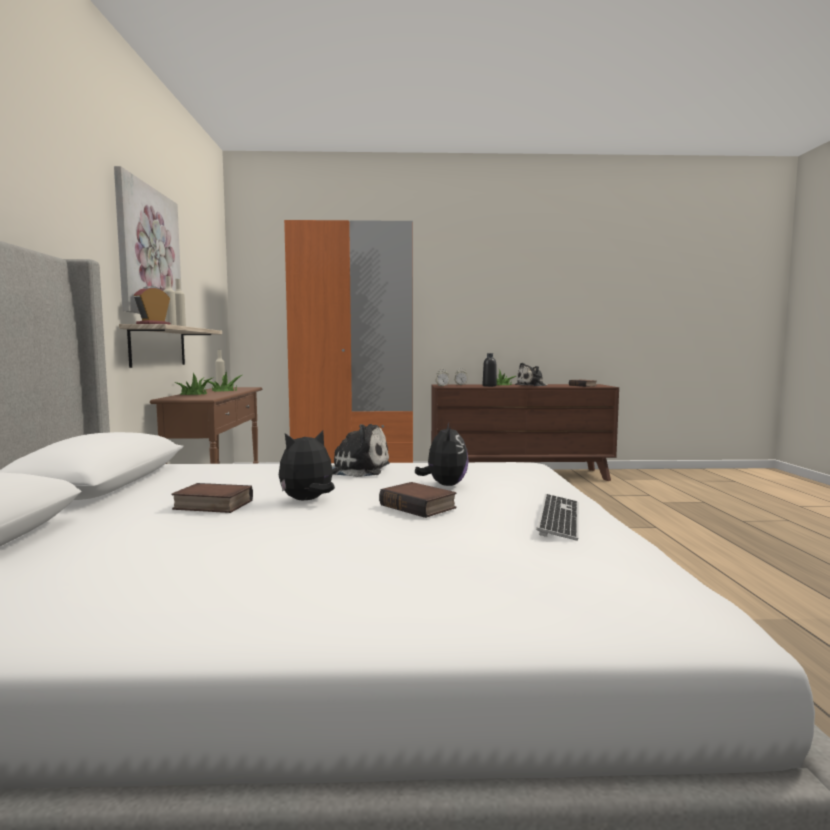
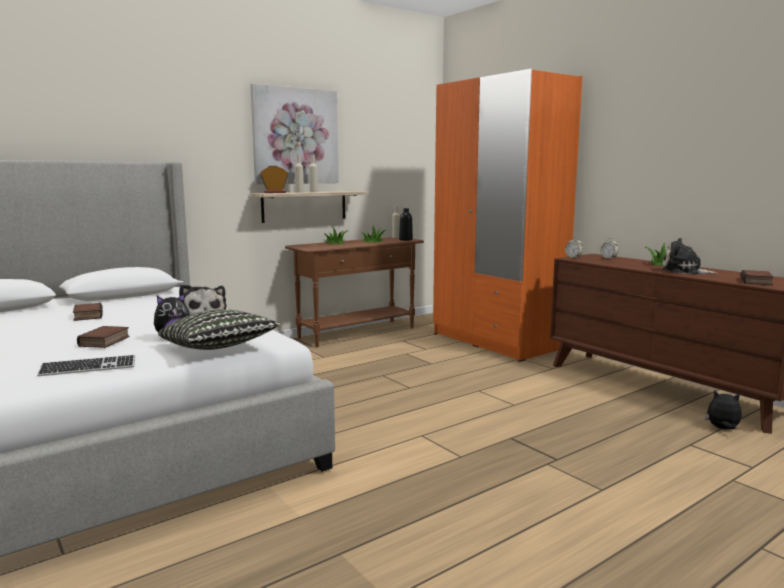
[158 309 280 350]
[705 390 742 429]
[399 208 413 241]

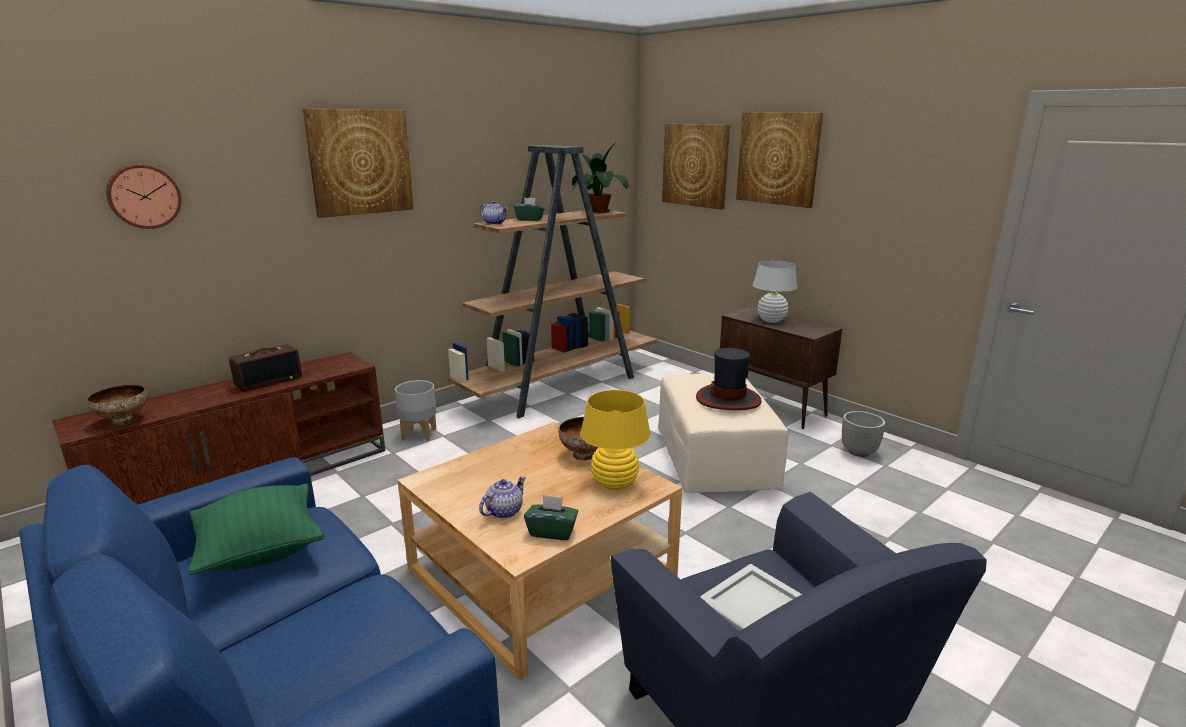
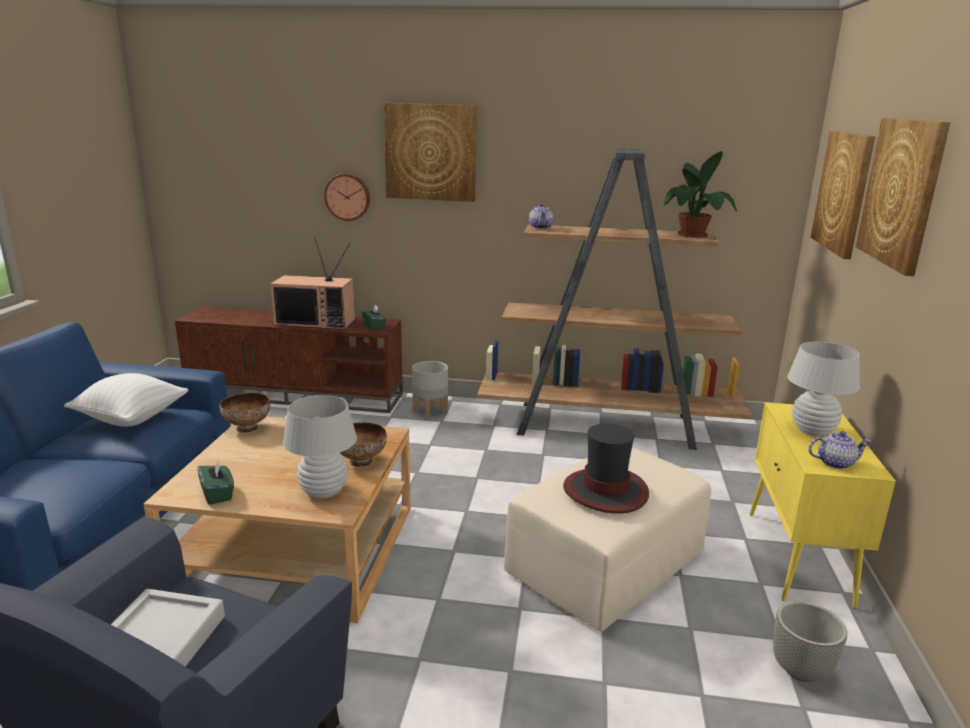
[220 393 270 433]
[324 174 370 221]
[808 431 871 469]
[362 305 387 330]
[270 237 355 330]
[64 373 189 427]
[283 395 357 499]
[750 402 896 609]

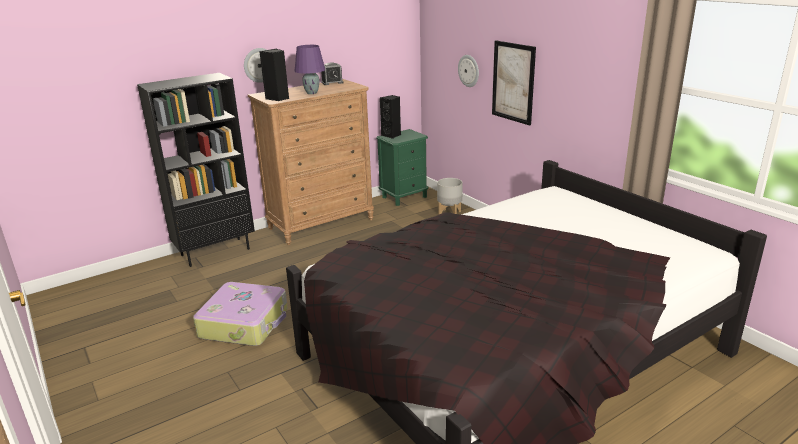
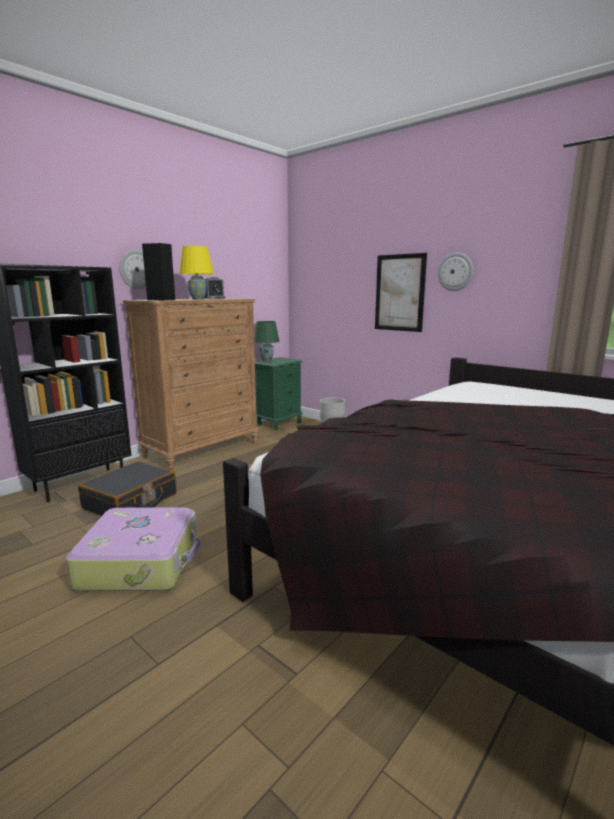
[78 461 176 516]
[438 252 473 291]
[254 321 279 361]
[179 246 214 300]

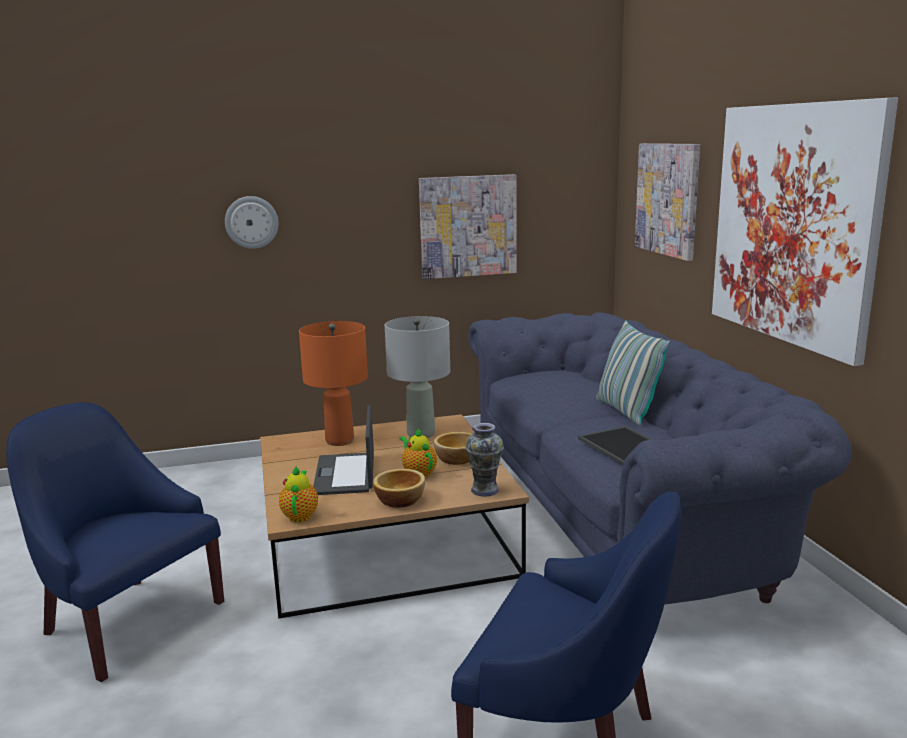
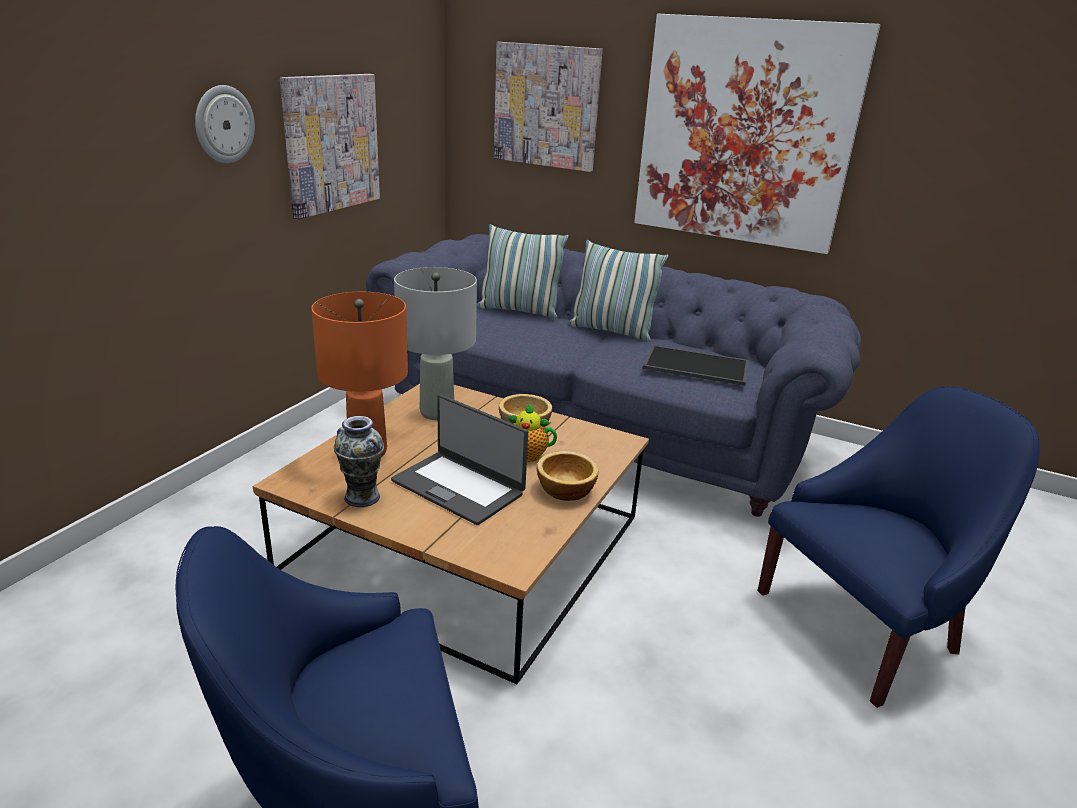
[279 466 318 522] (first image)
[477 224 569 319]
[195 85 255 163]
[334 416 384 507]

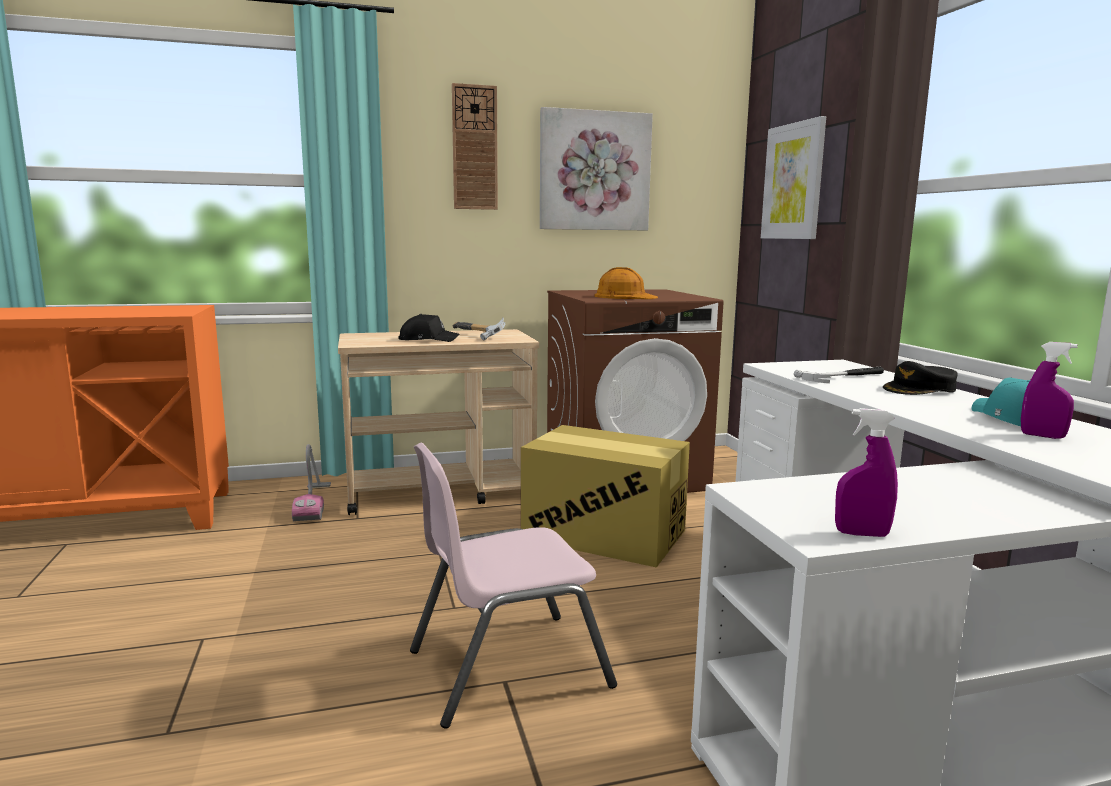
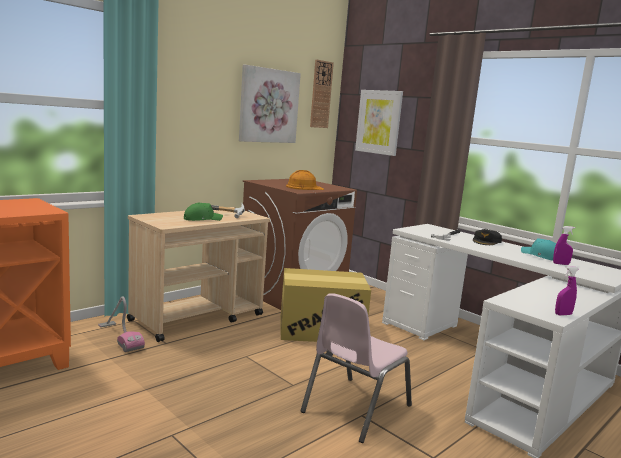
[310 59 334 128]
[184 202 223 221]

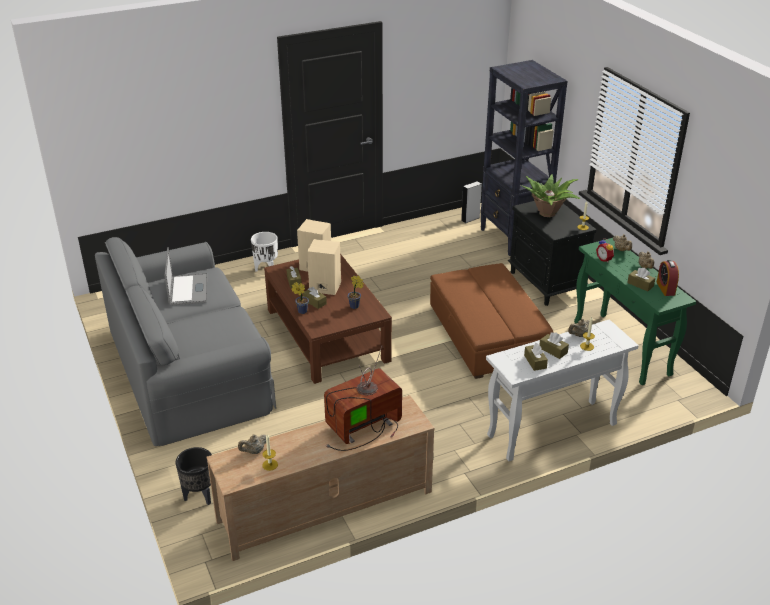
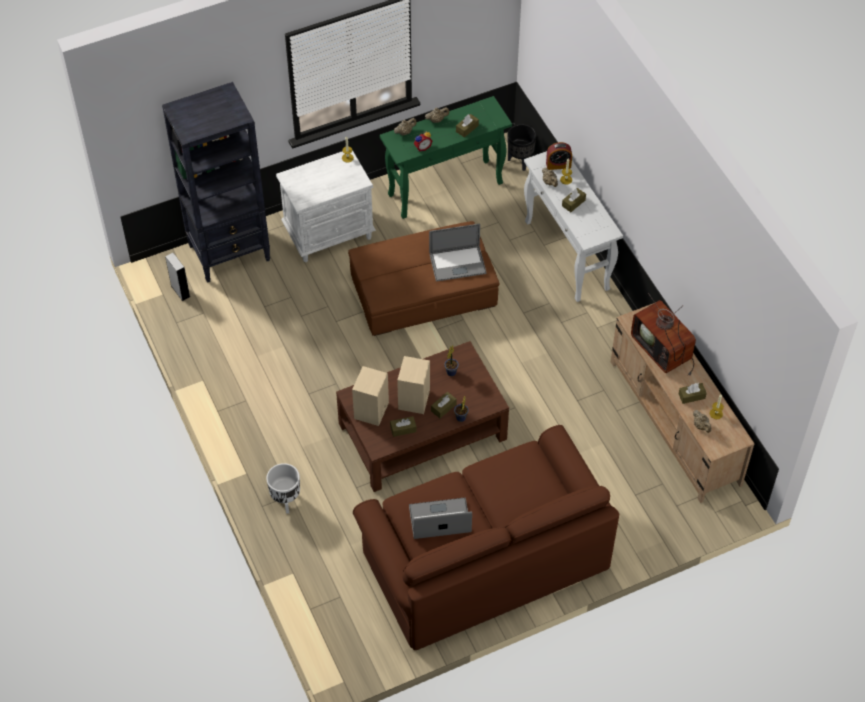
[520 174 580 217] (first image)
[429 224 486 281]
[508 124 536 171]
[679 383 707 404]
[546 142 572 170]
[353 425 619 650]
[276 150 376 262]

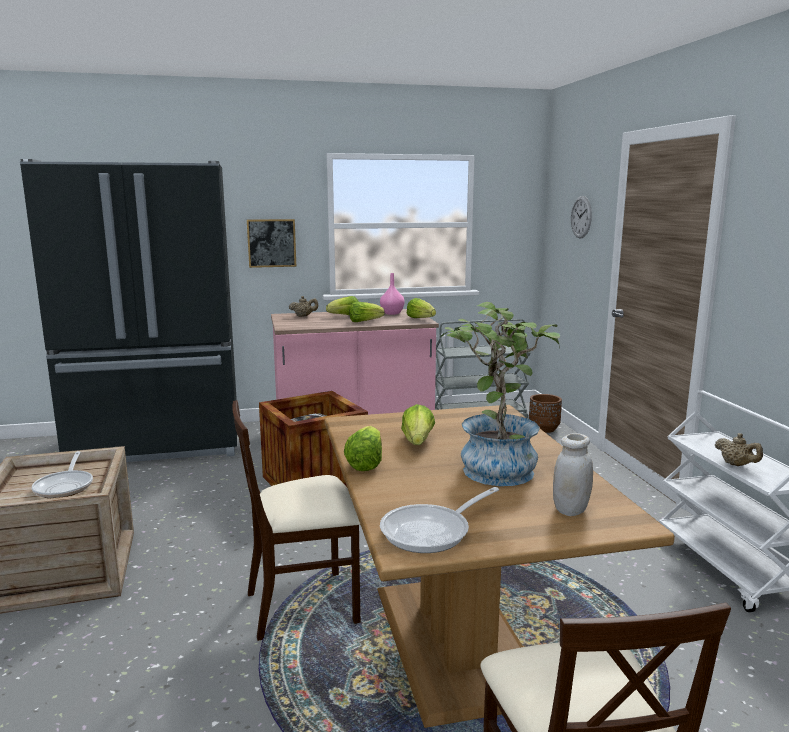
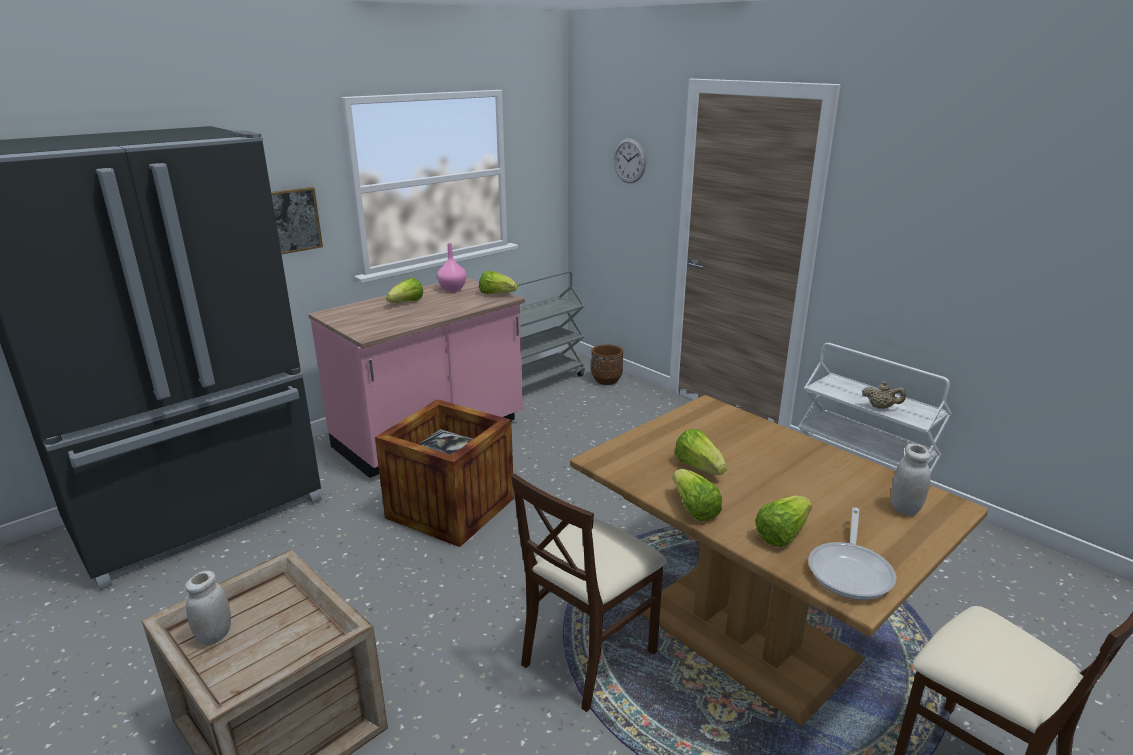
[32 451 93 498] (first image)
[289 296 318 317] (first image)
[441 302 560 486] (first image)
[185 571 231 645]
[755 496 812 547]

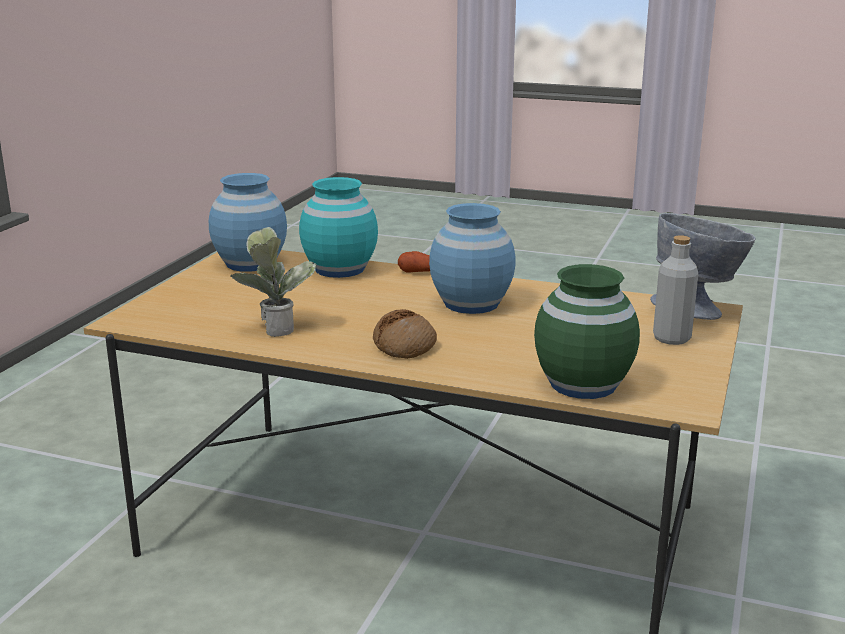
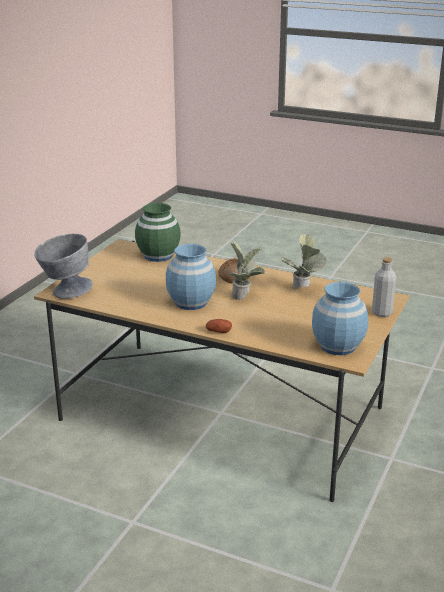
[299 177 378 278] (first image)
[229 242 265 300]
[372 257 396 317]

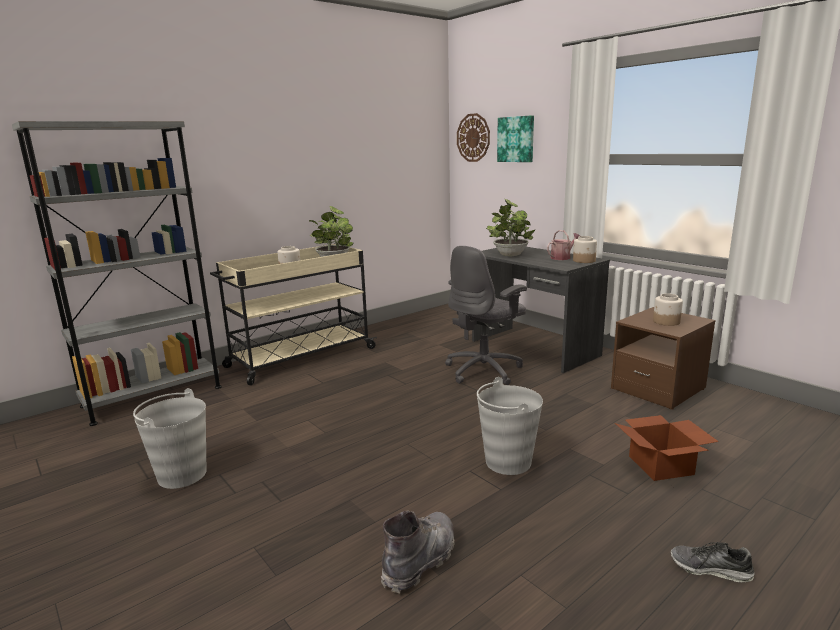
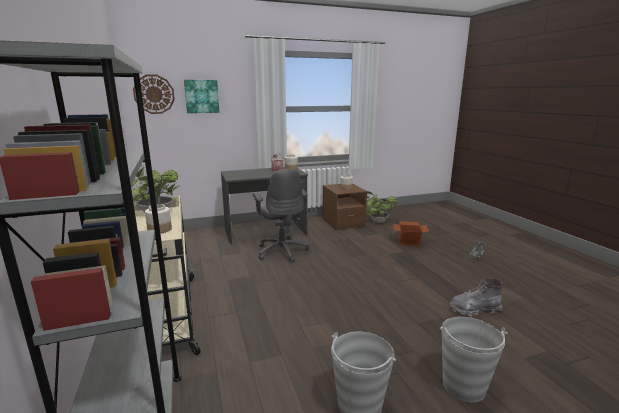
[440 317 508 403]
[366 191 398 223]
[450 278 503 316]

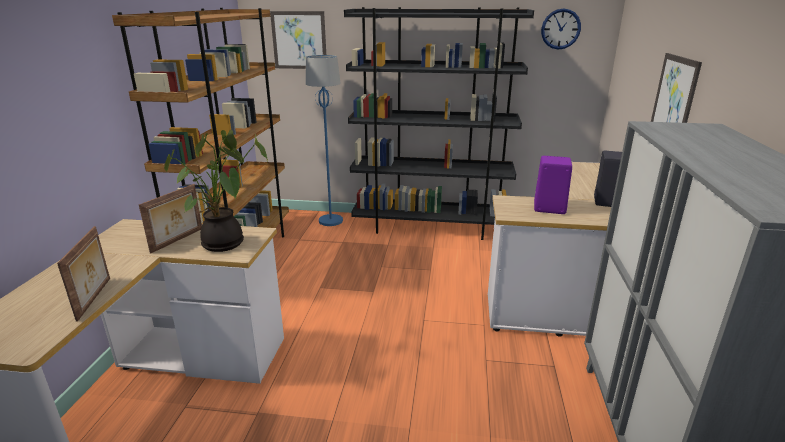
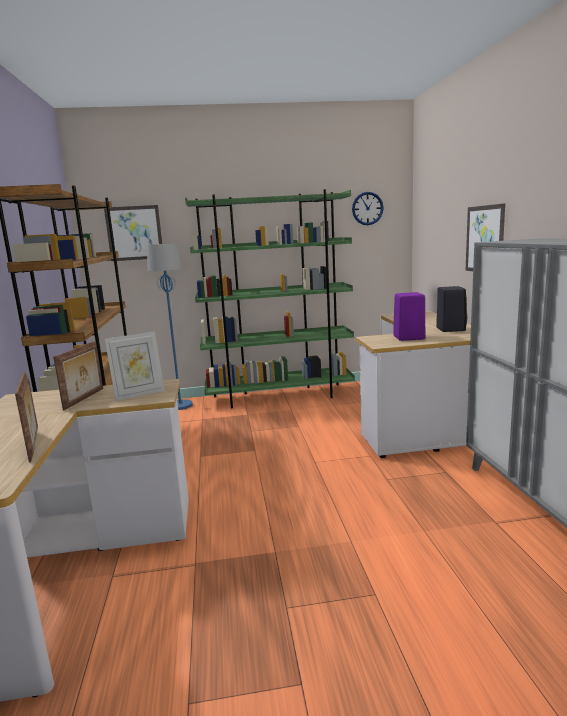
[105 331 165 401]
[185 189 355 408]

